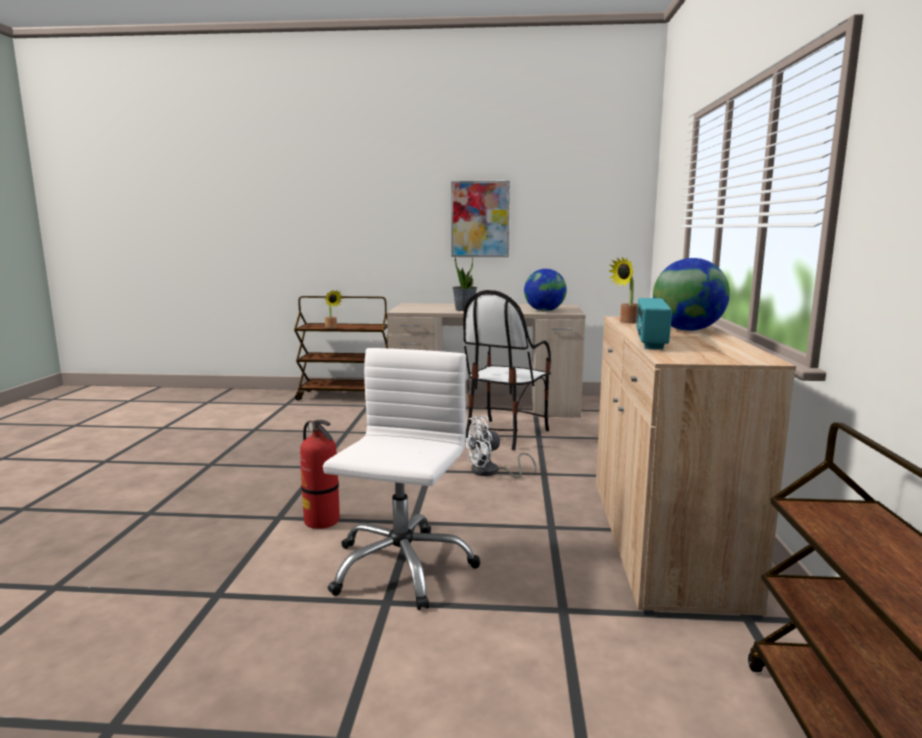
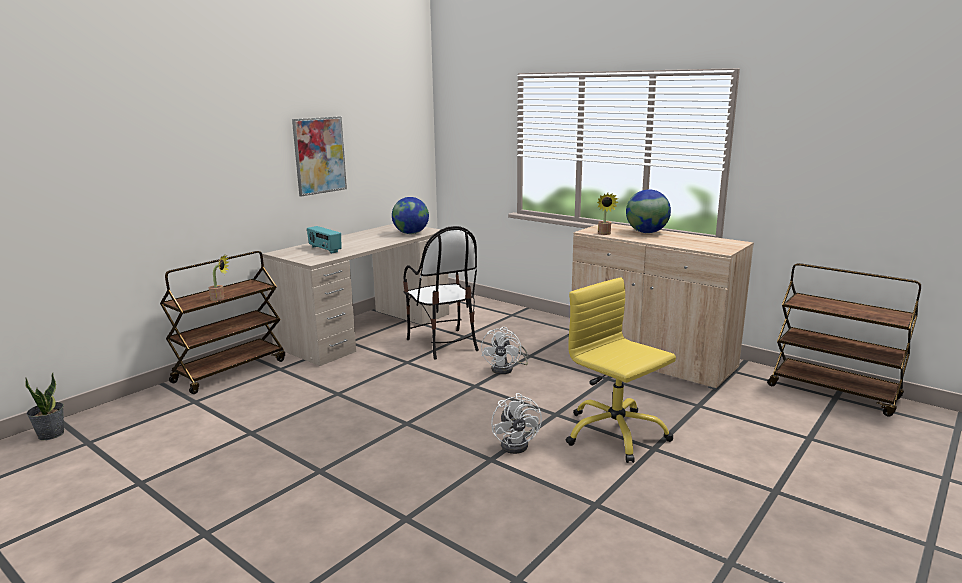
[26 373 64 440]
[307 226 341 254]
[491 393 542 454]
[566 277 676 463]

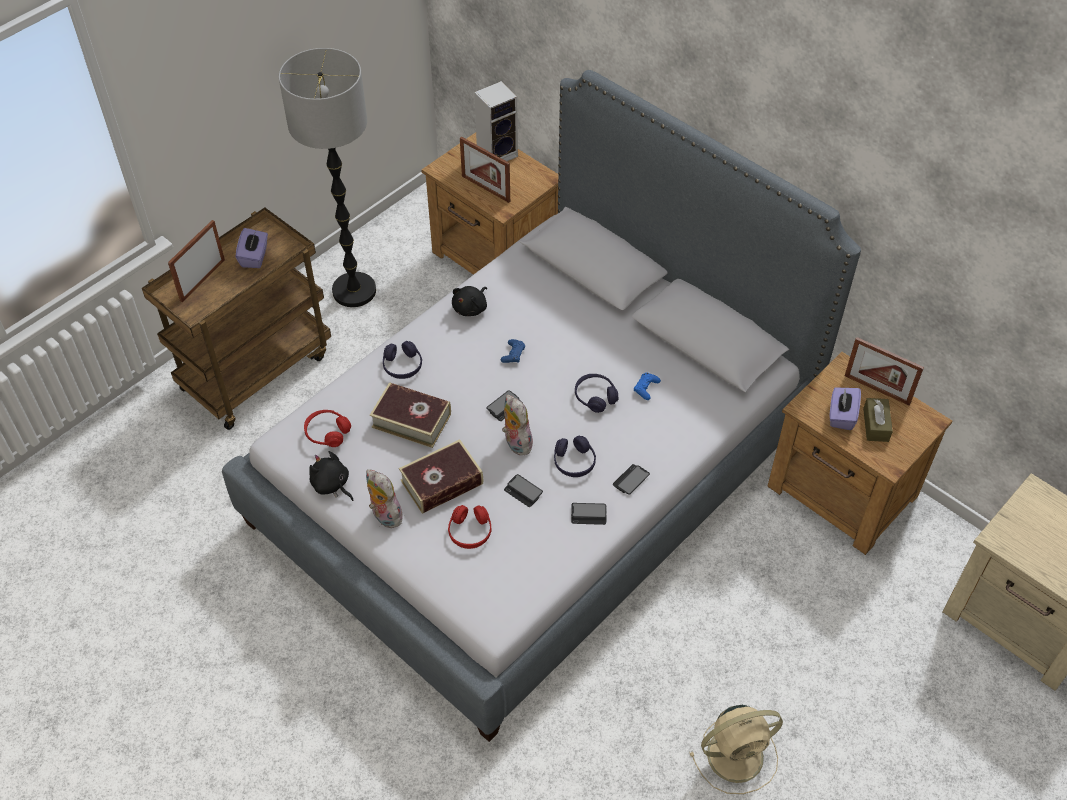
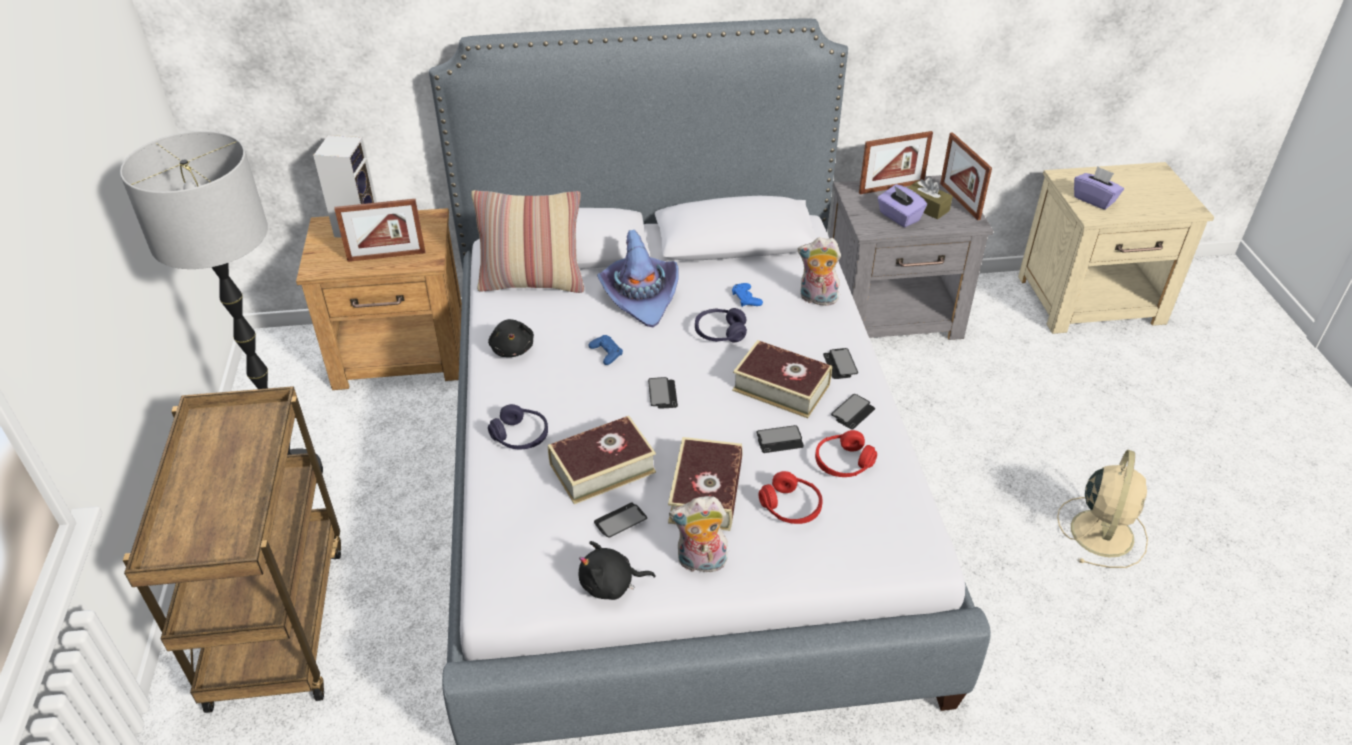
[471 190 584 293]
[594 503 647 538]
[597 230 679 327]
[940 132 992 220]
[1074 166 1124 210]
[815 430 877 477]
[798 237 841 308]
[732 340 832 418]
[830 175 993 340]

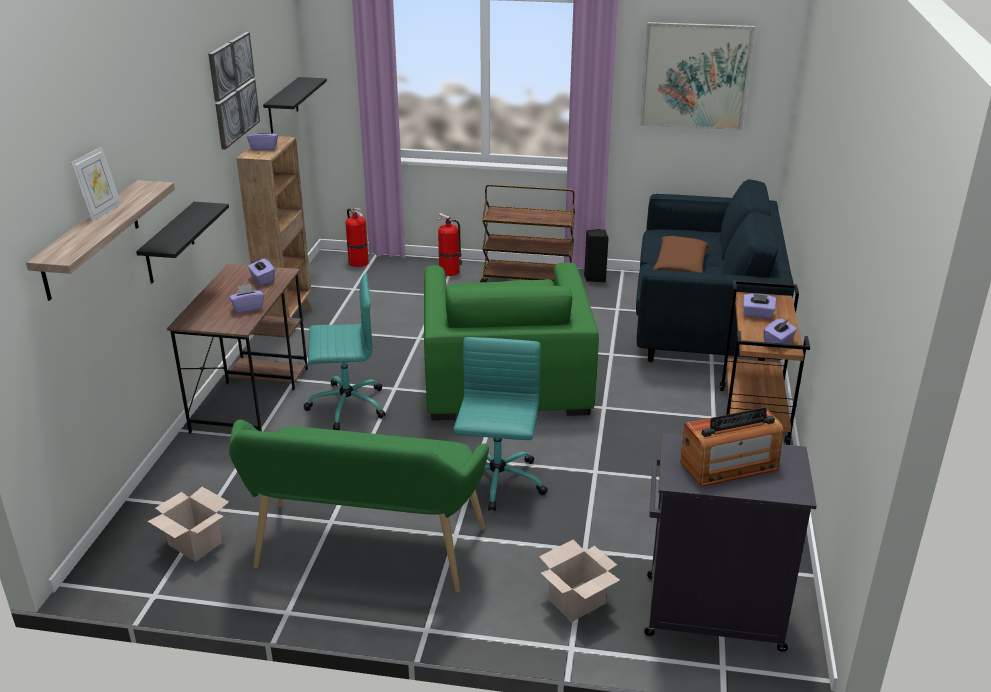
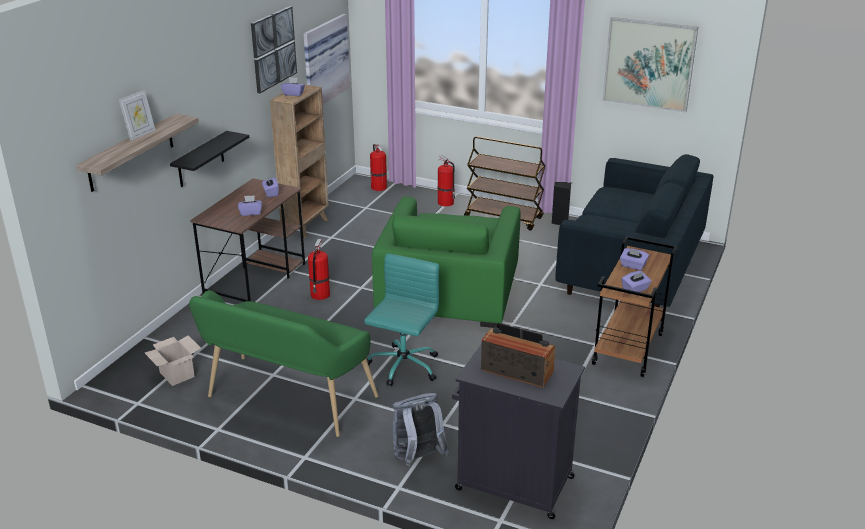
[653 236 709 273] (first image)
[303 14 350 104]
[308 239 330 300]
[392 393 449 466]
[481 324 555 387]

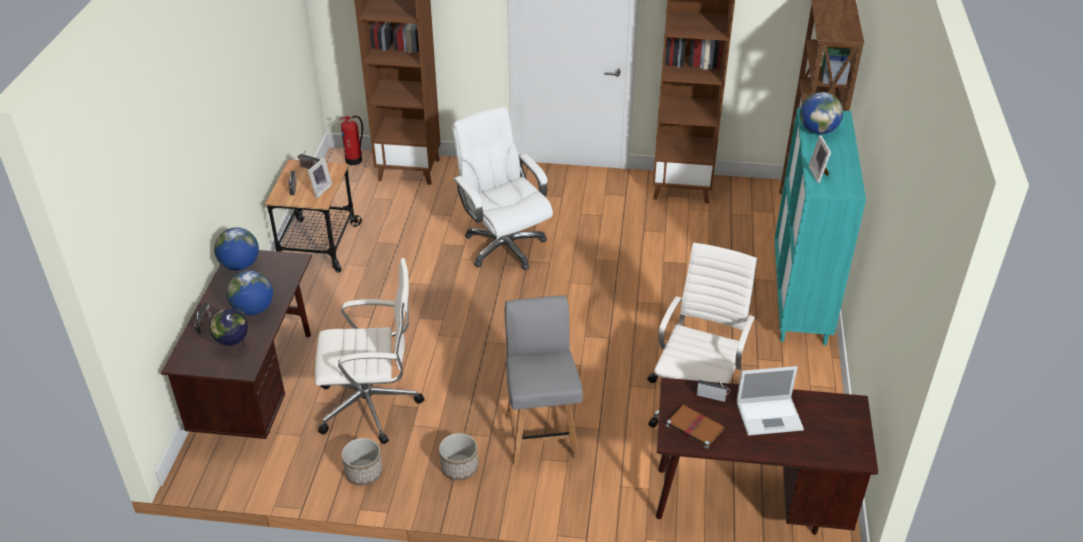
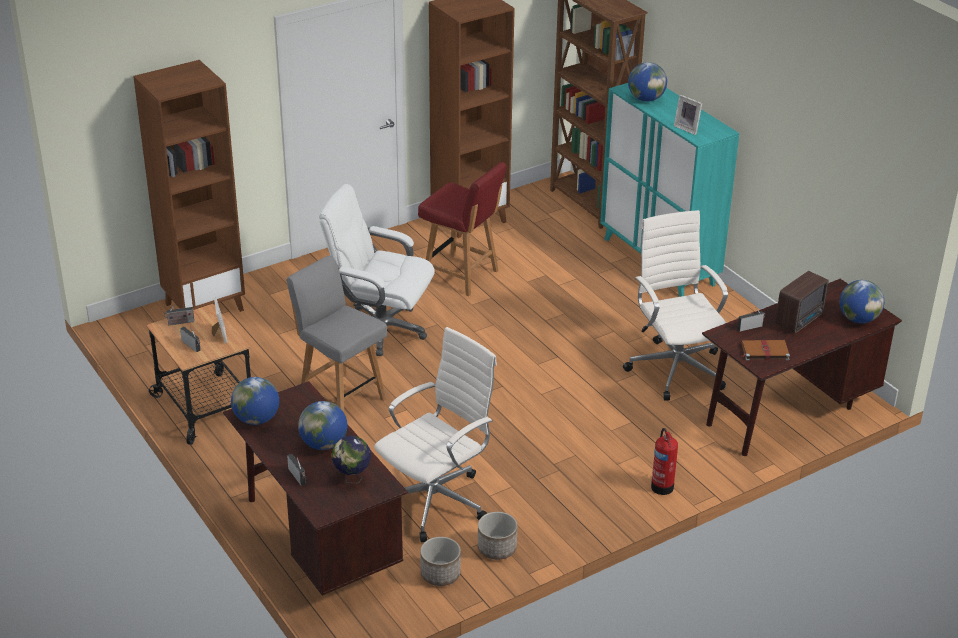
[418 162 507 296]
[839 280 884 323]
[651 428 678 495]
[420 537 461 586]
[286 255 387 412]
[775 271 829 333]

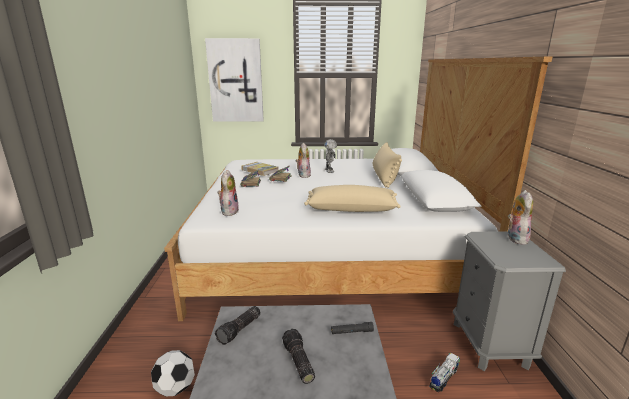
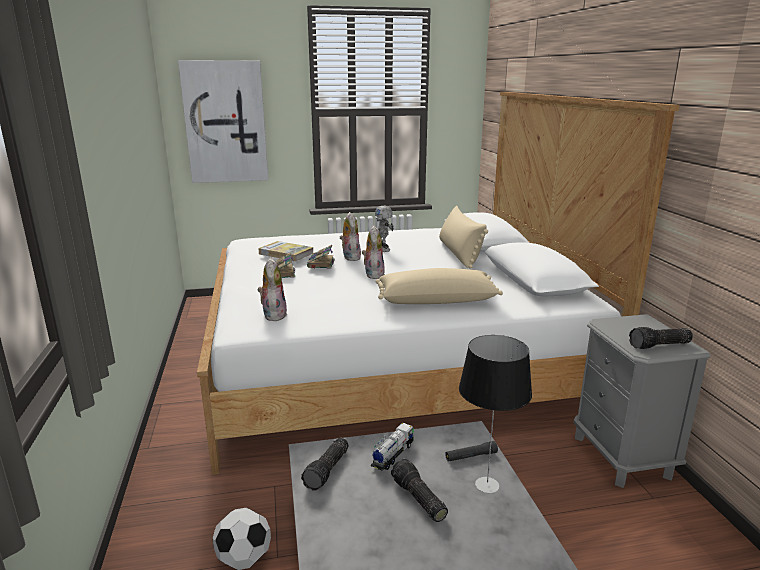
[459 335 532 493]
[629 327 693 349]
[371 423 414 471]
[362 226 385 279]

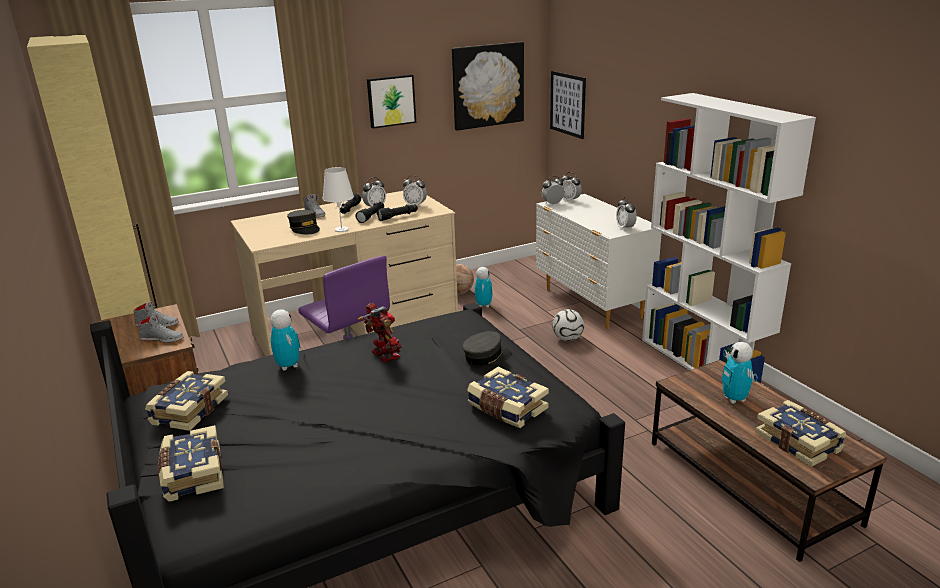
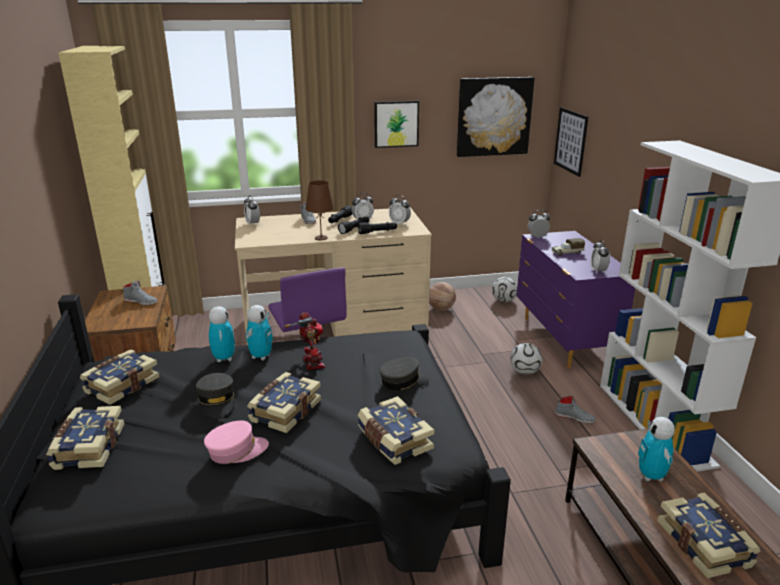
[204 421 269 464]
[247 372 321 433]
[492 277 517 302]
[552 238 585 256]
[555 395 596 423]
[196 373 235 417]
[245 305 273 360]
[244 195 260 226]
[305 180 334 241]
[516 231 636 369]

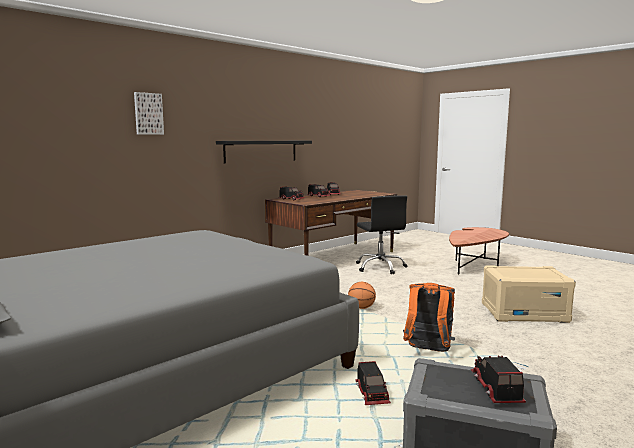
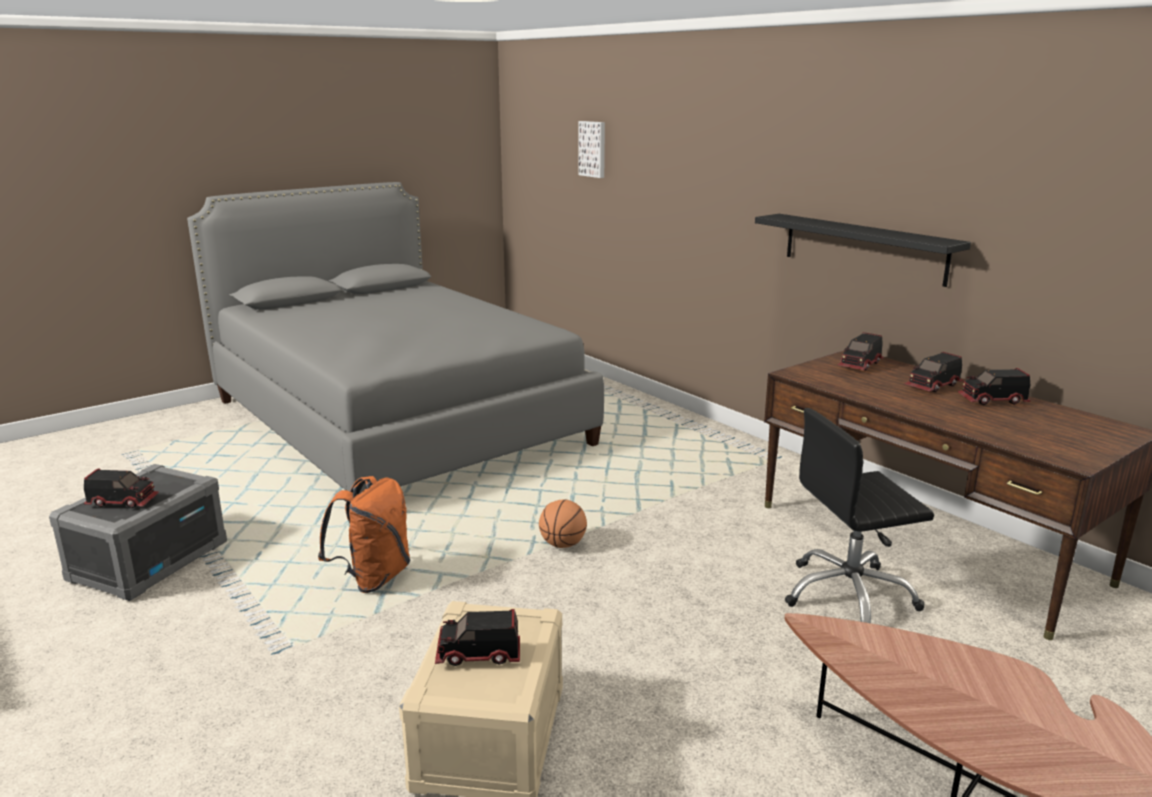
[578 121 605 178]
[435 609 520 666]

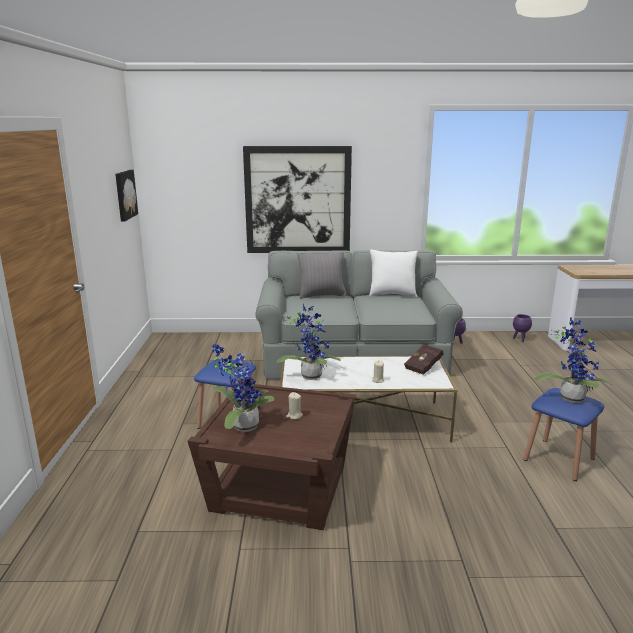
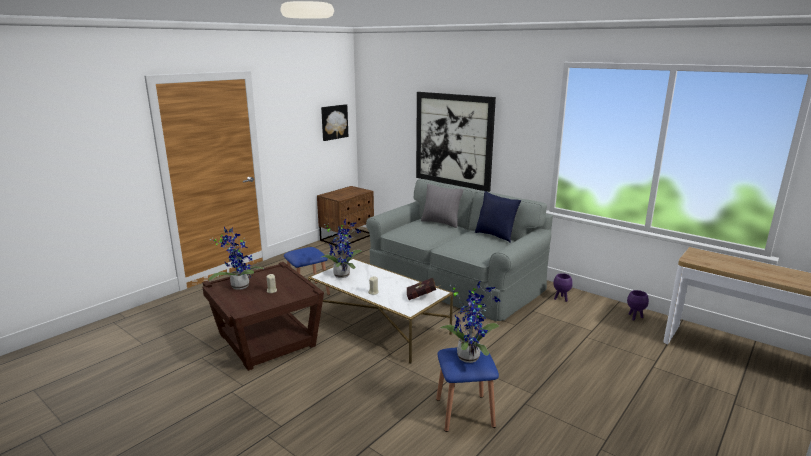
[317 186 374 246]
[475 191 521 243]

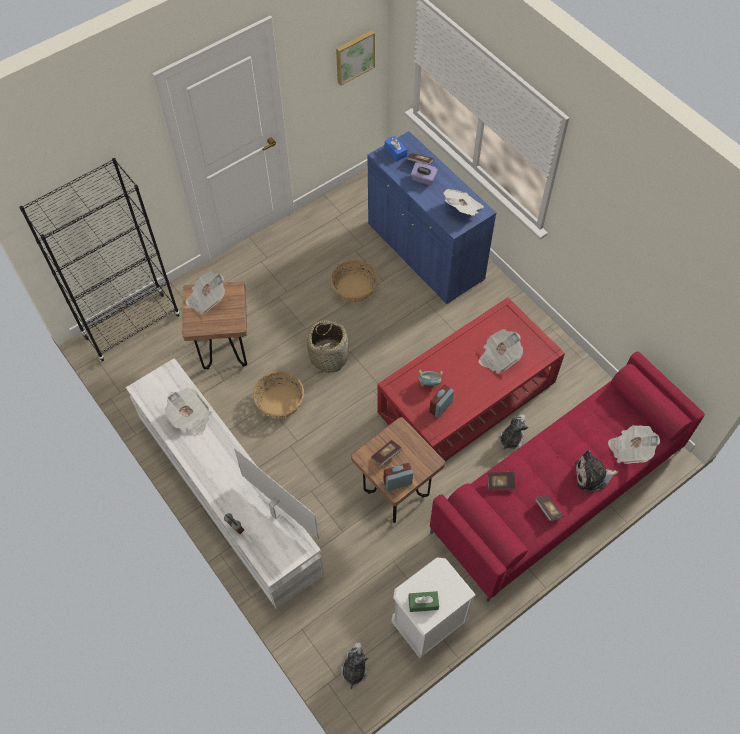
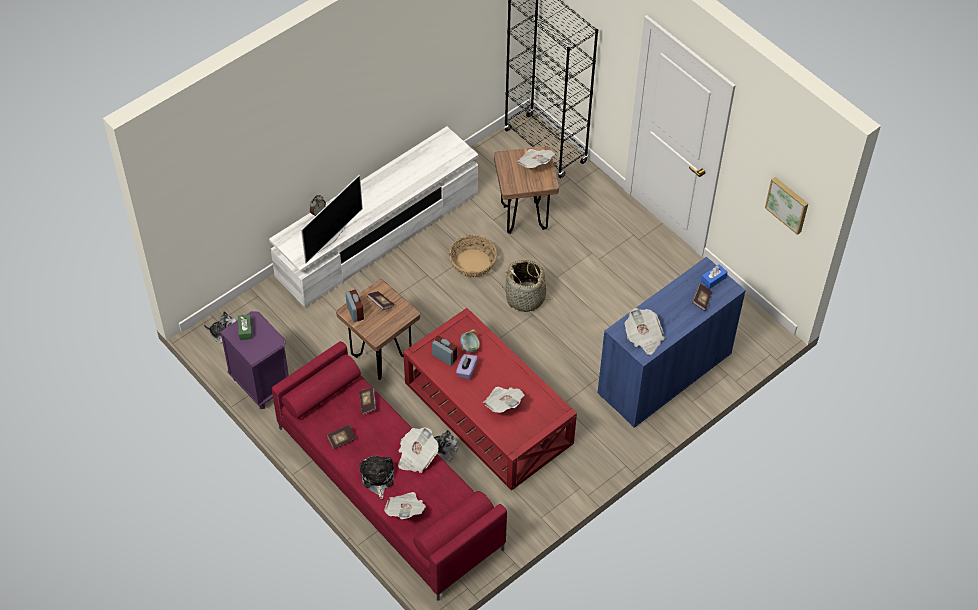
[330 260 378 303] (first image)
[398 428 439 473]
[456 354 478 379]
[220 311 289 409]

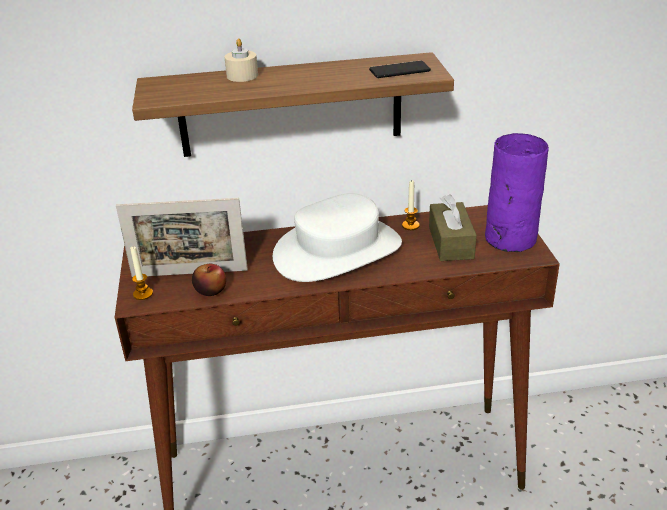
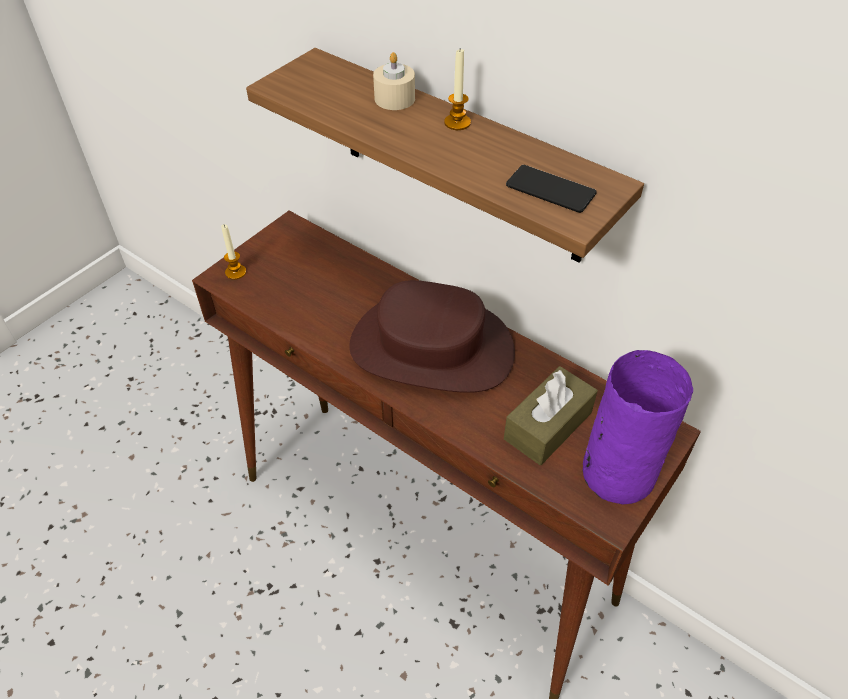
[116 198 248 277] (first image)
[192 264 226 296] (first image)
[444 49 471 130]
[349 280 515 393]

